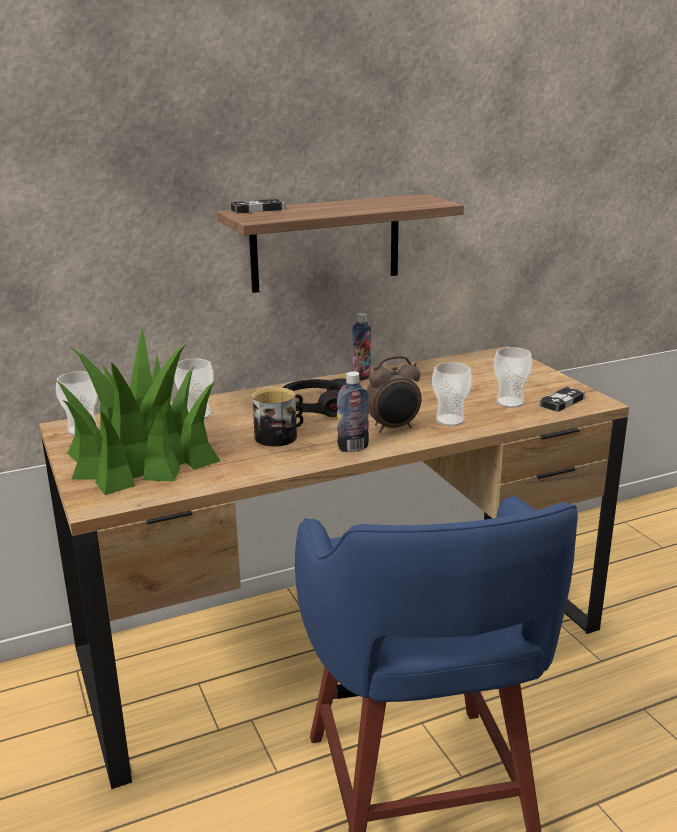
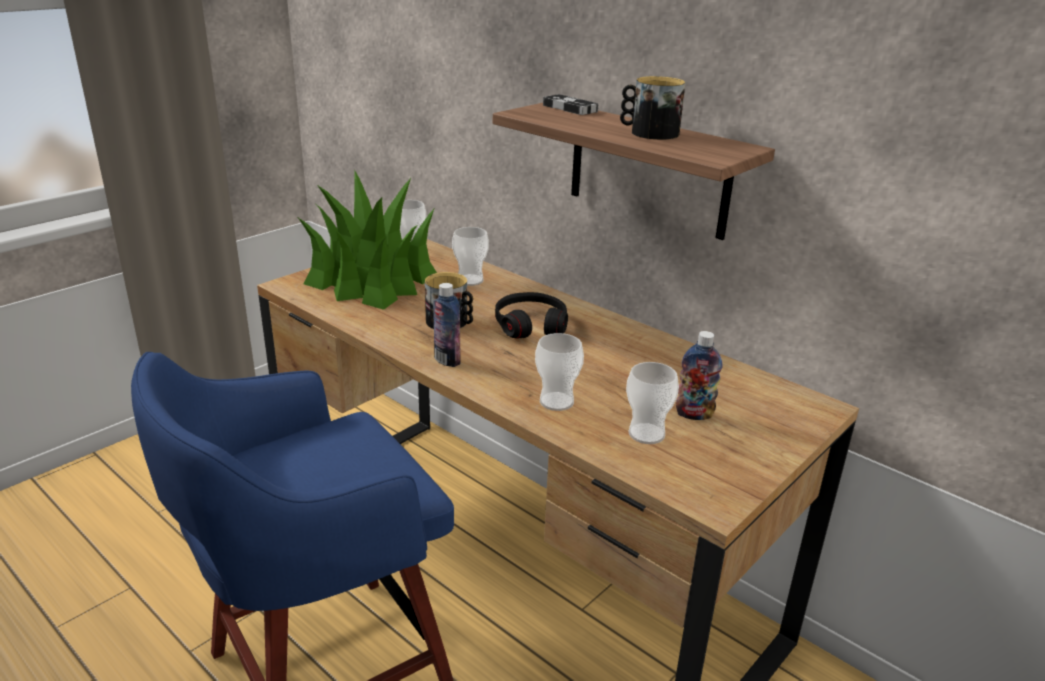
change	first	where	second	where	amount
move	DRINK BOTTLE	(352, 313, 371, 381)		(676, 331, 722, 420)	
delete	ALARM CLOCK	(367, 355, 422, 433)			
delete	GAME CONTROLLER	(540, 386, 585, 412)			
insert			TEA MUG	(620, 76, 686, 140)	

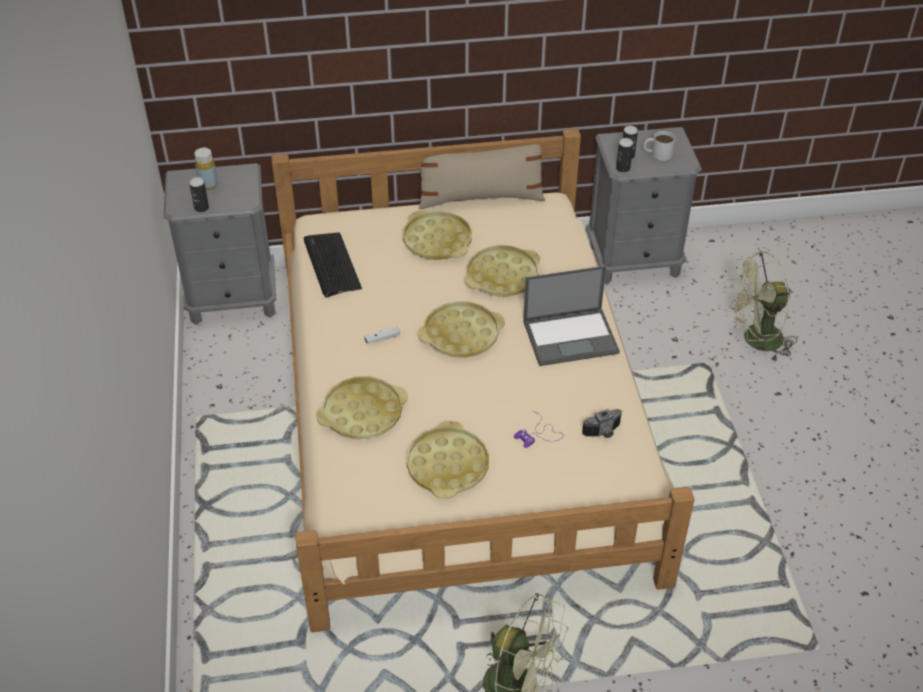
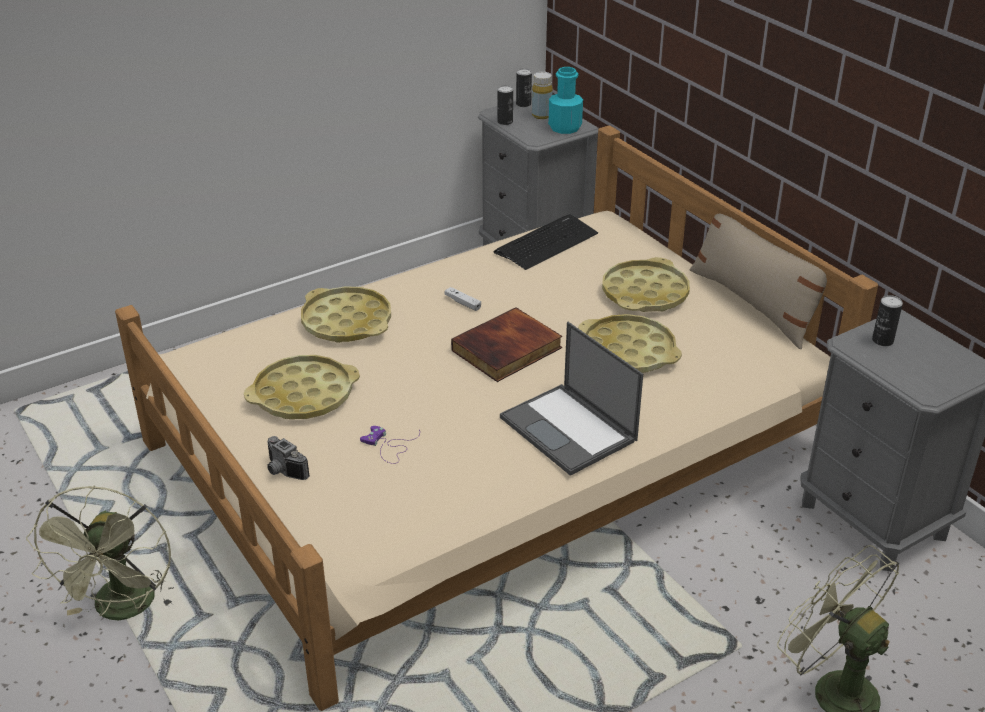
change	first	where	second	where	amount
delete	WHITE TEA MUG	(643, 131, 675, 161)			
move	SEALED CAN	(616, 138, 633, 172)		(516, 68, 532, 107)	
replace	YELLOW CARRYING TRAY	(418, 301, 505, 358)	BOUND BOOK	(451, 307, 562, 382)	
move	PHOTO CAMERA	(582, 409, 622, 438)		(267, 436, 310, 480)	
insert			TURQUOISE-COLOURED DRINK BOTTLE	(548, 67, 583, 134)	

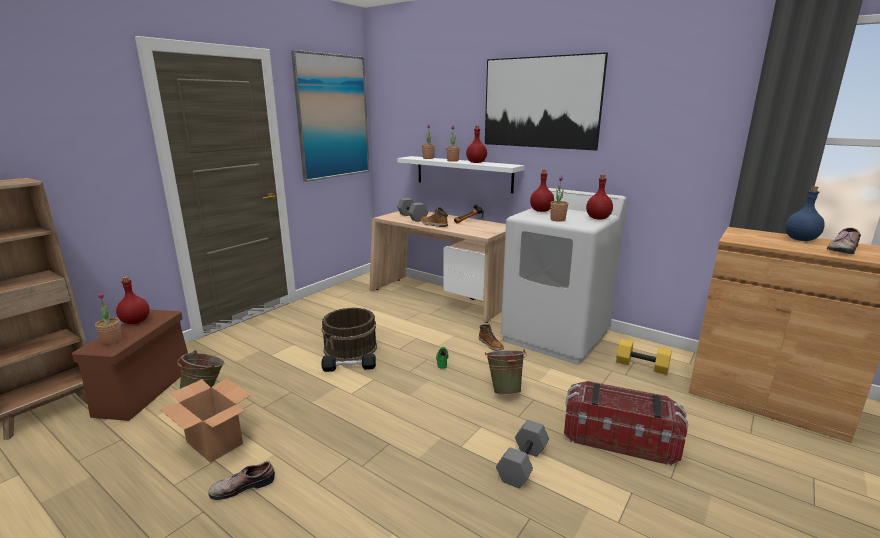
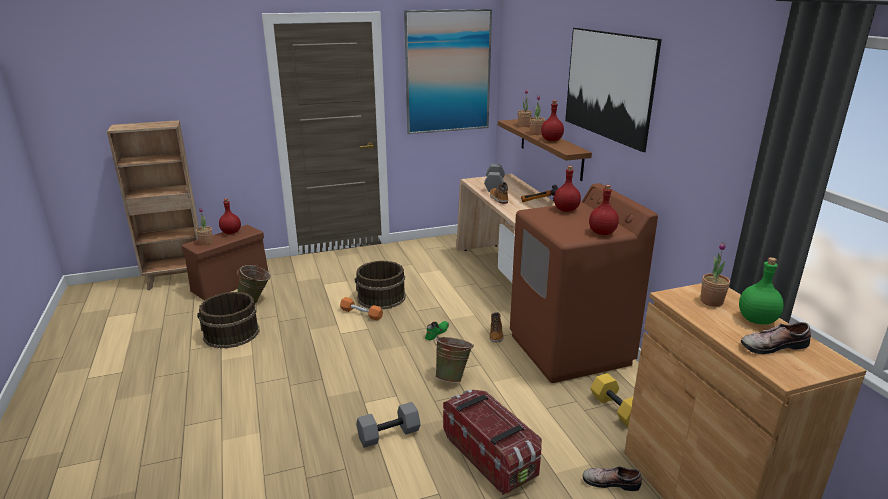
change	first	where	second	where	amount
recolor	WHITE BRACKET SHELF	(397, 156, 525, 193)	BROWNISH BRACKET SHELF	(498, 119, 592, 181)	
move	PLANT IN A POT	(550, 175, 568, 222)		(700, 242, 730, 307)	
recolor	BLUISH DRINK BOTTLE	(785, 186, 825, 241)	GREEN DRINK BOTTLE	(739, 257, 784, 325)	
recolor	WHITE WASHING MACHINE	(501, 188, 627, 365)	BROWNISH WASHING MACHINE	(510, 183, 658, 383)	
recolor	BLACKISH HAND WEIGHT	(322, 353, 376, 372)	ORANGEY HAND WEIGHT	(340, 297, 383, 320)	
replace	PACKING BOX	(161, 378, 252, 463)	BROWNISH PAIL	(197, 292, 259, 348)	
move	SHOE	(208, 461, 275, 500)		(583, 466, 642, 491)	

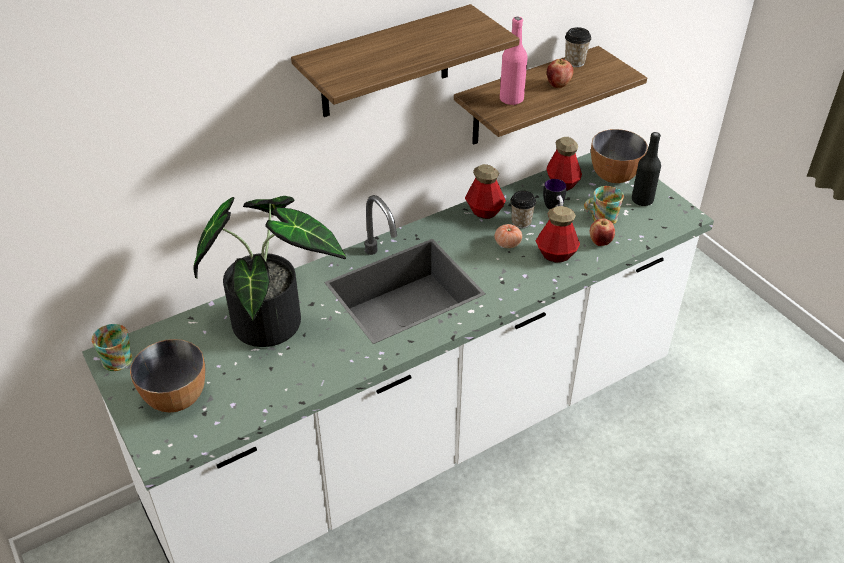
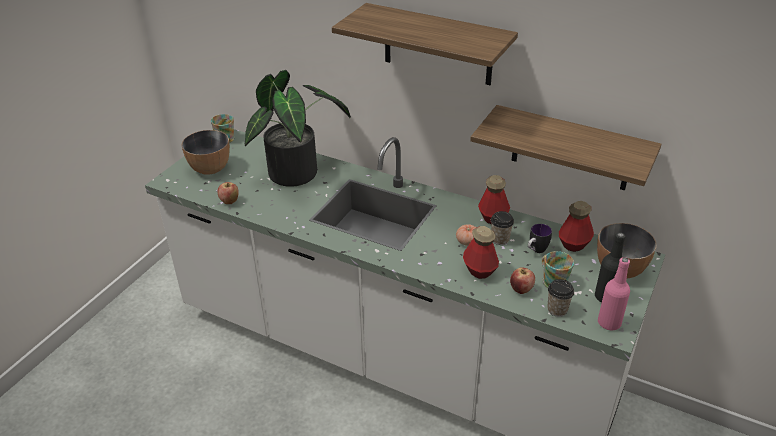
change	first	where	second	where	amount
move	PINK DRINK BOTTLE	(500, 17, 528, 105)		(598, 257, 630, 330)	
move	CUP	(565, 27, 591, 67)		(547, 279, 574, 317)	
move	APPLE	(547, 59, 574, 88)		(217, 182, 239, 204)	

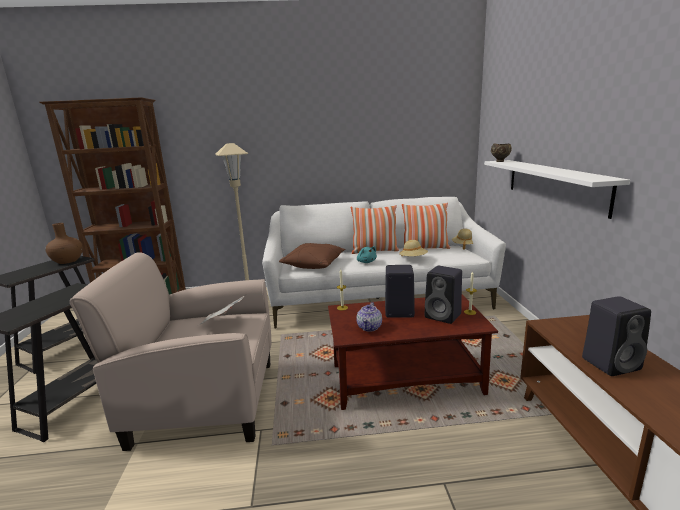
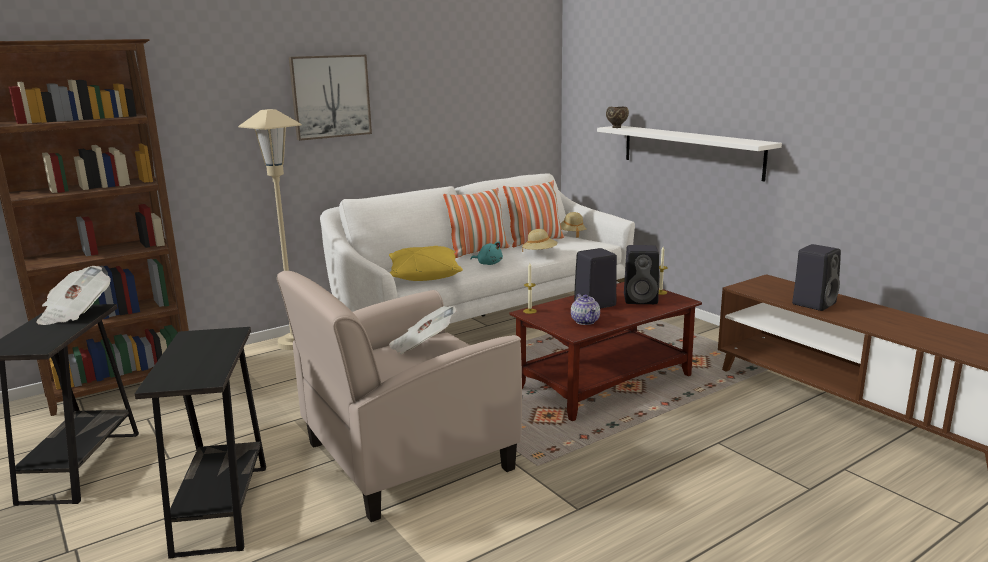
change	first	where	second	where	amount
replace	BROWNISH VASE	(45, 223, 83, 264)	PRINTED PAPER	(36, 266, 111, 325)	
recolor	BROWNISH PILLOW	(279, 243, 346, 269)	YELLOW PILLOW	(389, 246, 463, 281)	
insert			WALL ART	(289, 55, 372, 141)	

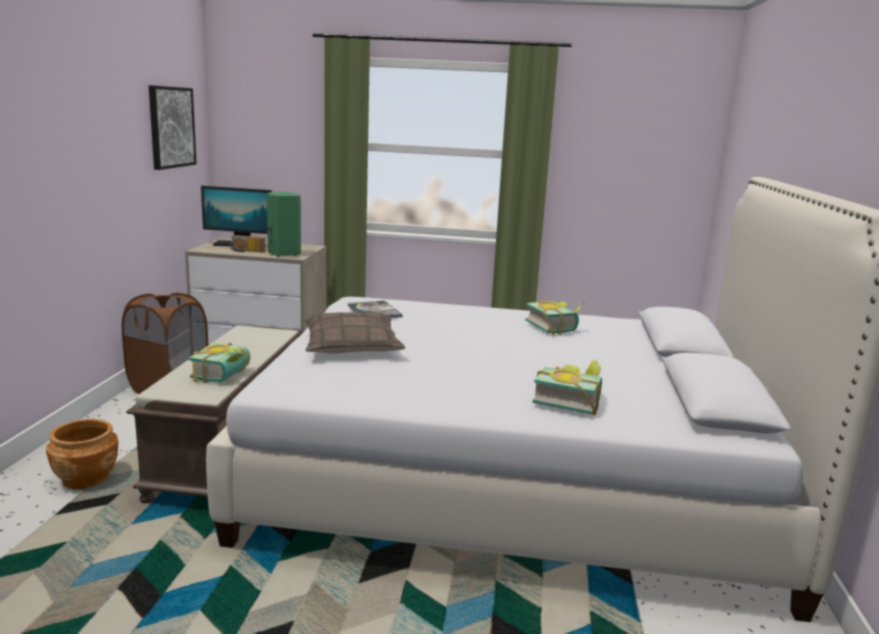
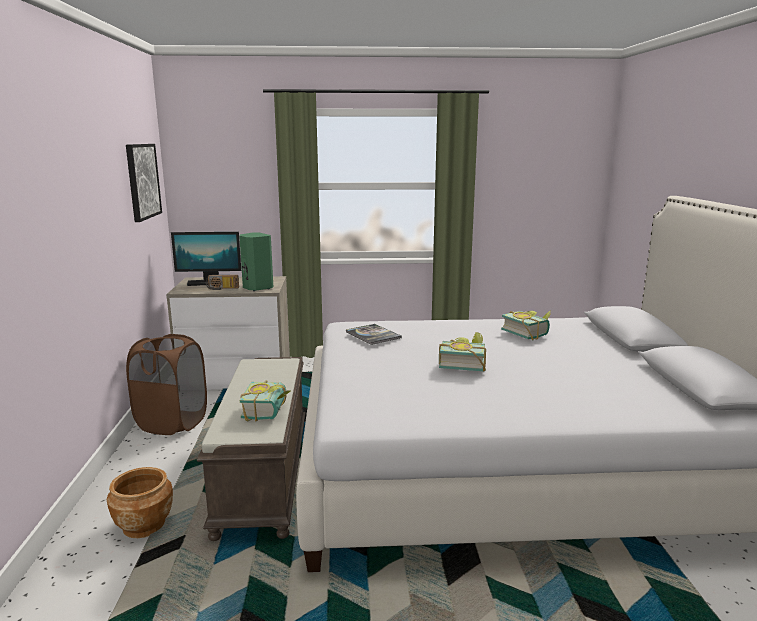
change	first	where	second	where	amount
delete	PILLOW	(303, 312, 405, 354)			
move	BOUND BOOK	(532, 360, 602, 415)		(439, 332, 486, 371)	

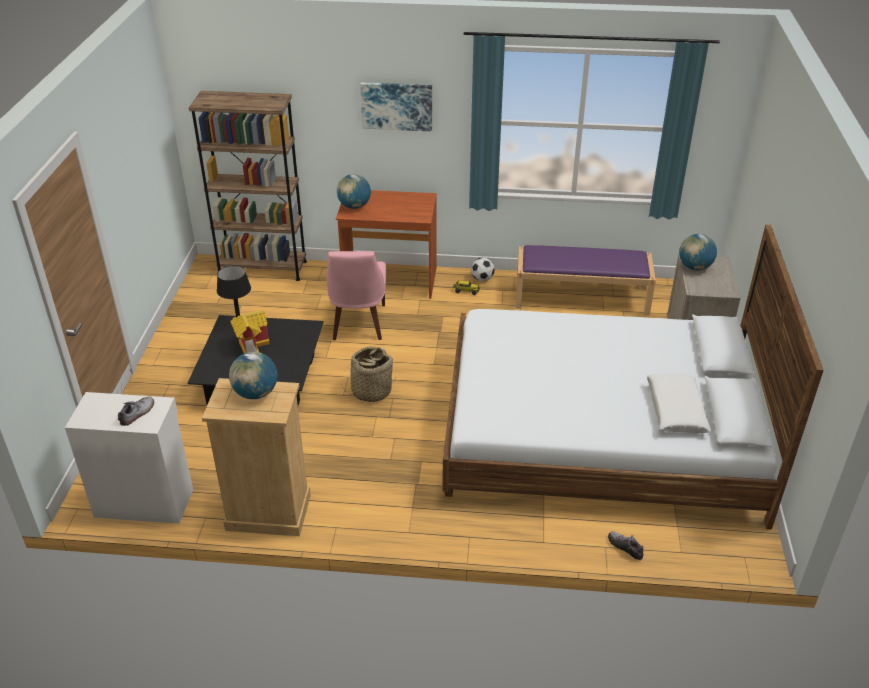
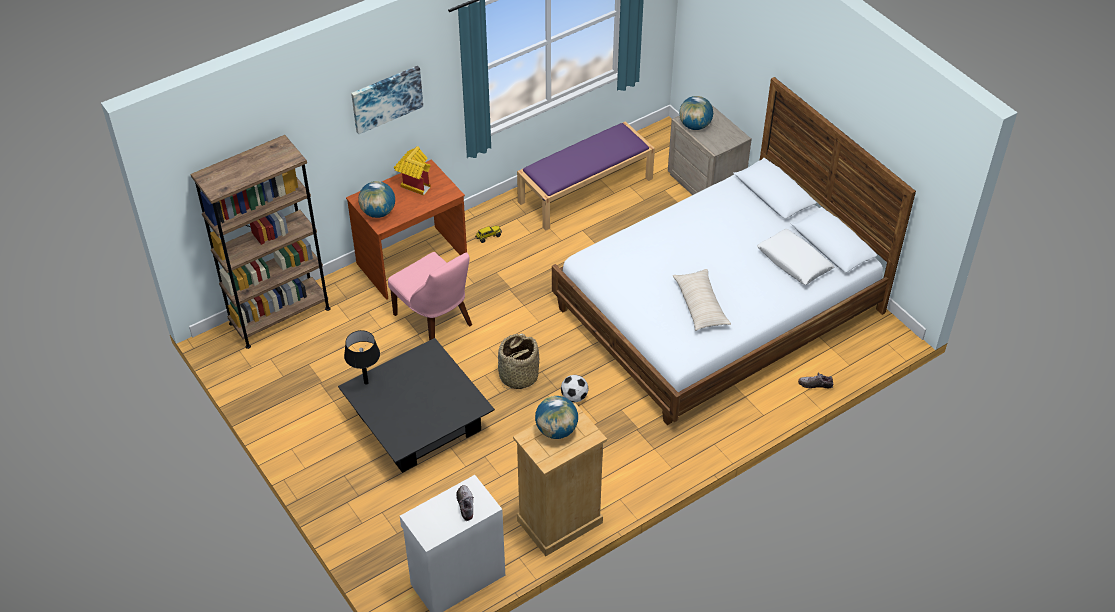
change	first	where	second	where	amount
move	FOOTBALL	(471, 257, 495, 281)		(561, 375, 589, 402)	
move	MODEL HOUSE	(230, 309, 270, 353)		(394, 146, 431, 196)	
insert			SAND-COLOURED PILLOW	(673, 269, 731, 331)	

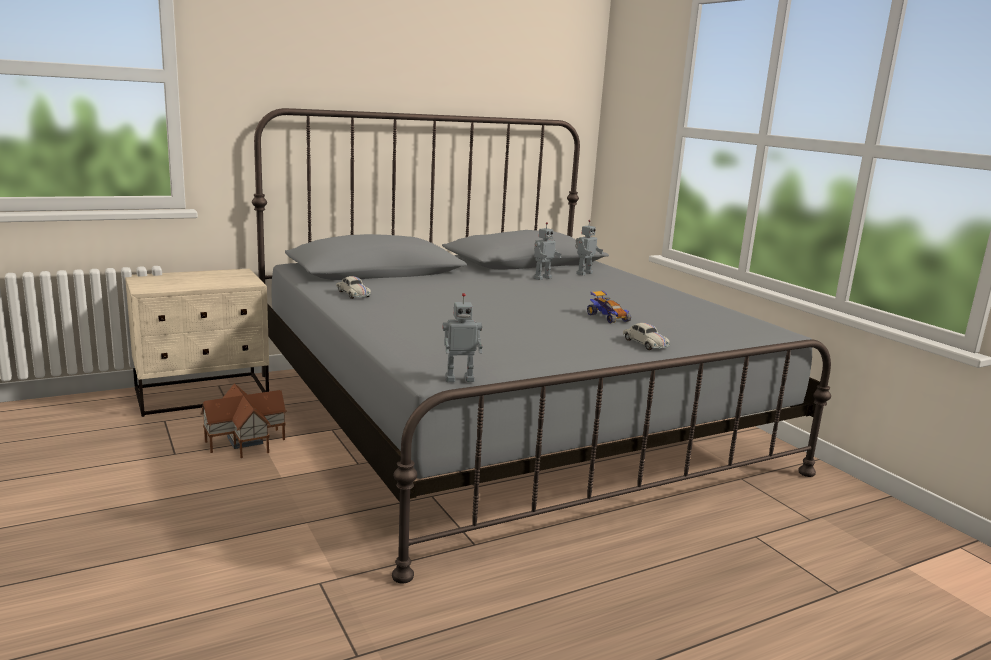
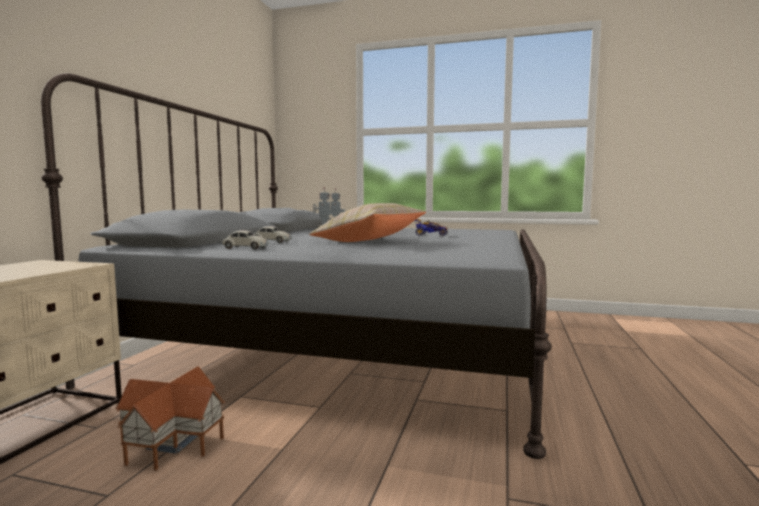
change	first	where	second	where	amount
delete	TOY ROBOT	(442, 293, 483, 382)			
move	WHITE MODEL CAR	(623, 323, 670, 350)		(254, 226, 292, 243)	
insert			SAND-COLOURED PILLOW	(309, 203, 426, 242)	

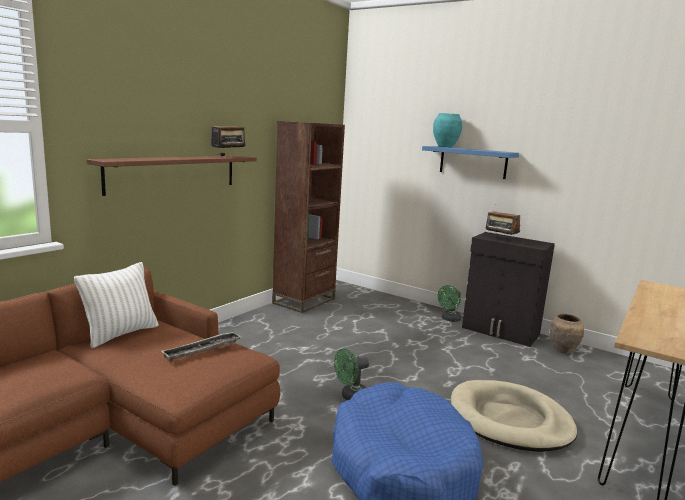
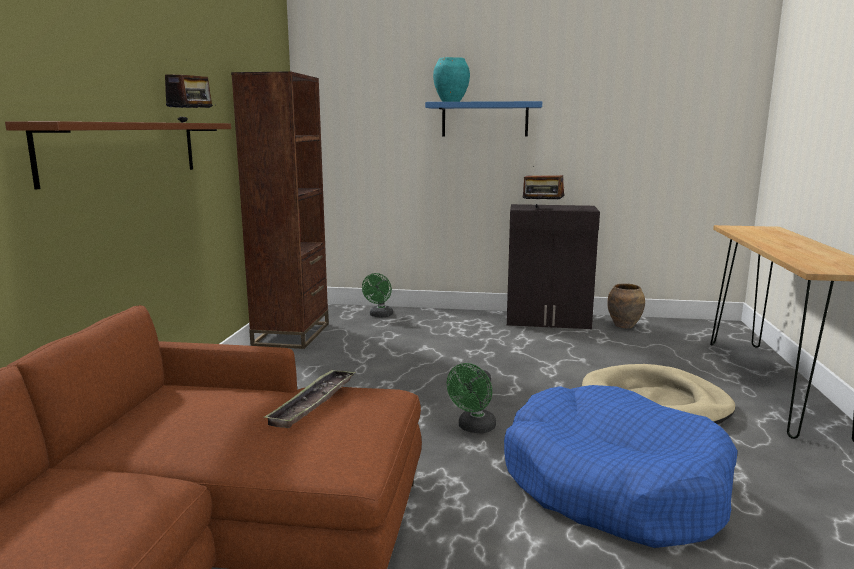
change	first	where	second	where	amount
delete	WHITE PILLOW	(74, 262, 159, 348)			
move	GREEN COOLING FAN	(438, 285, 461, 322)		(362, 273, 393, 317)	

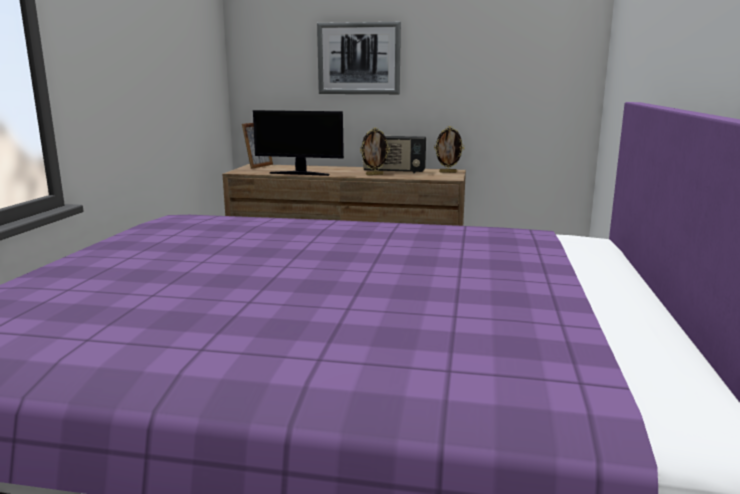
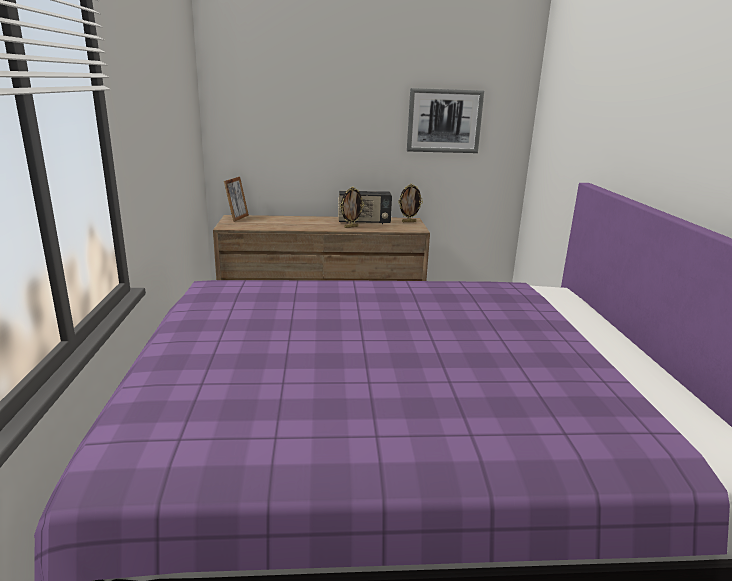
change	first	where	second	where	amount
move	WALL ART	(317, 22, 401, 94)		(407, 88, 484, 153)	
delete	COMPUTER DISPLAY	(253, 110, 344, 176)			

